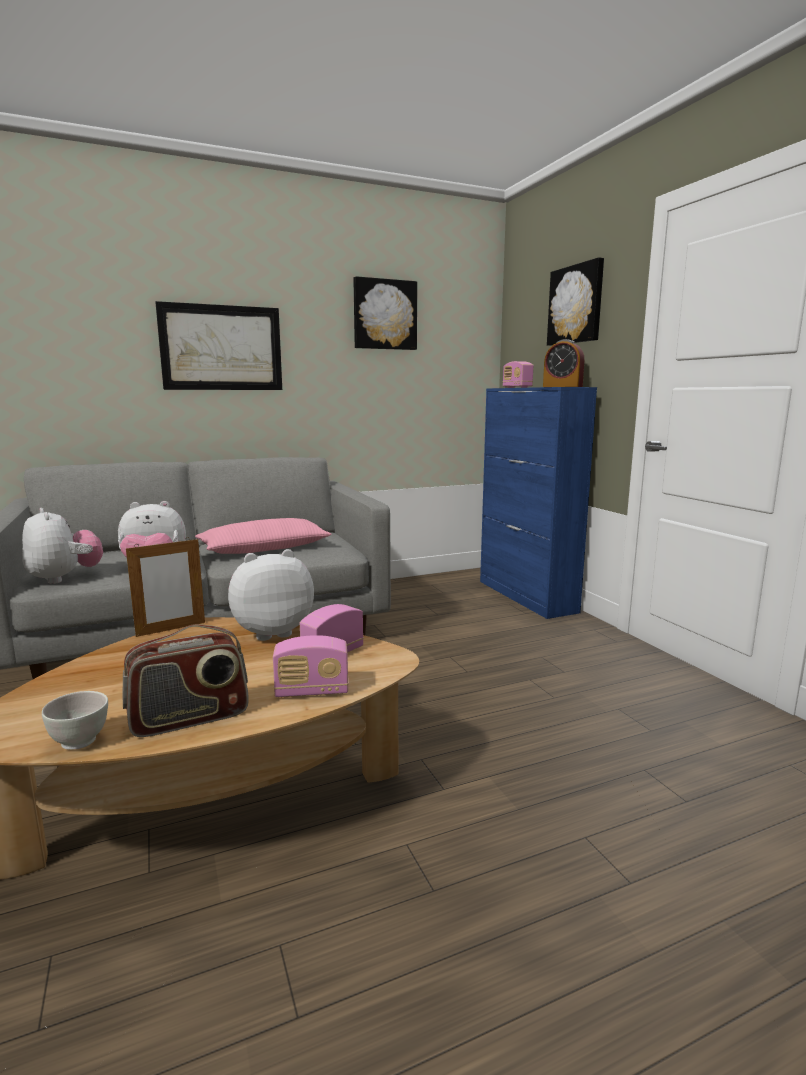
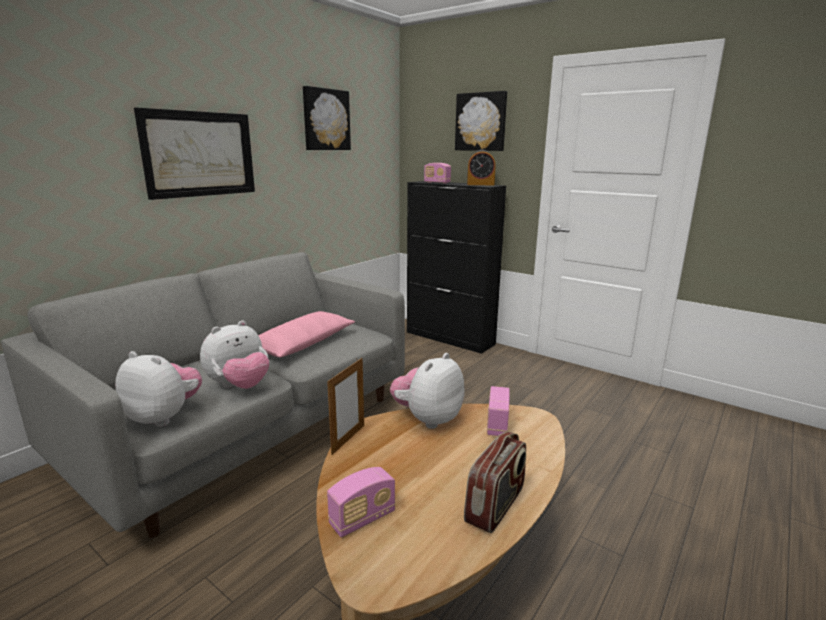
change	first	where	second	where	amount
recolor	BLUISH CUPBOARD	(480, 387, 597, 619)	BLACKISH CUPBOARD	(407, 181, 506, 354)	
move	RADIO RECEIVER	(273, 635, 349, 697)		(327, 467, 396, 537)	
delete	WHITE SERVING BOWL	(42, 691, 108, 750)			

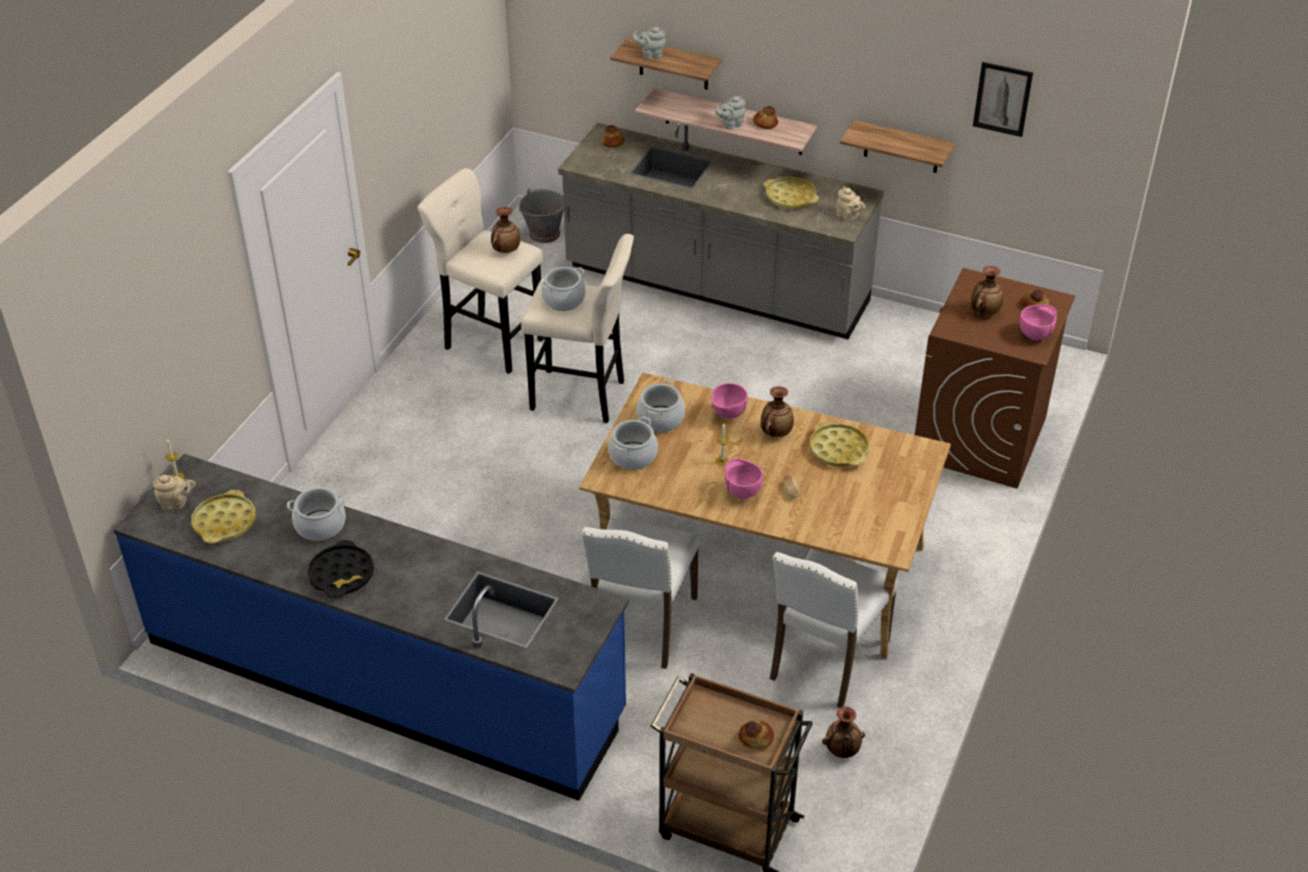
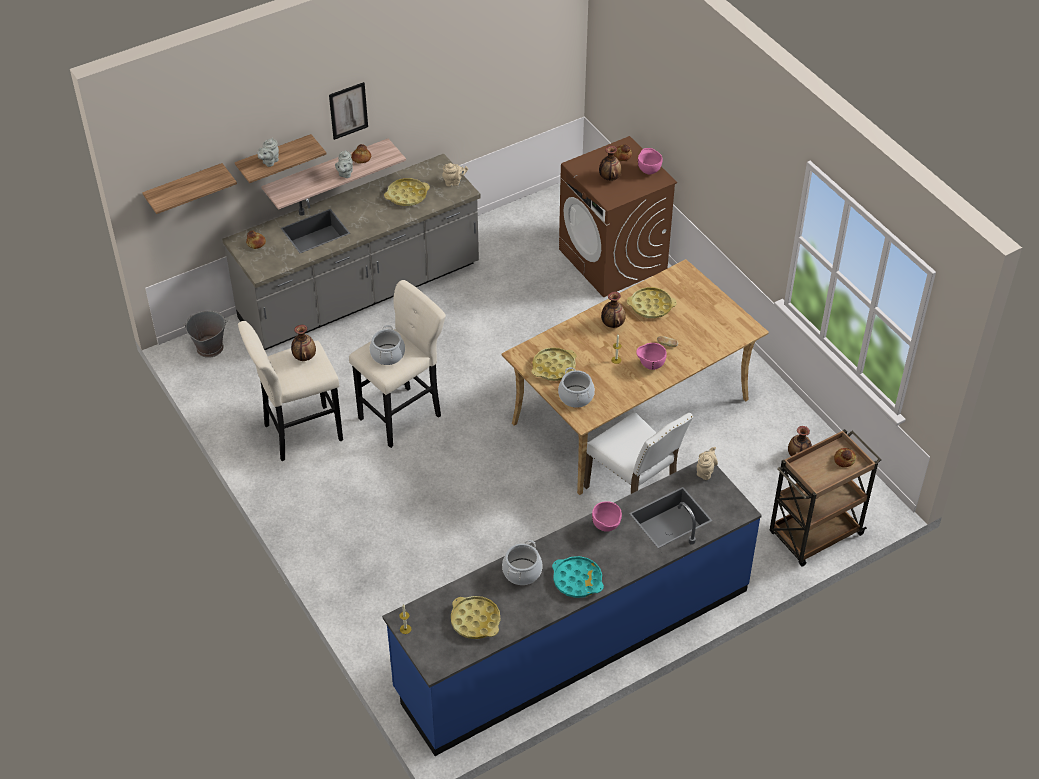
change	first	where	second	where	amount
move	WALL ART	(973, 62, 1033, 137)		(329, 82, 368, 140)	
move	BRACKET SHELF	(840, 120, 955, 173)		(142, 163, 237, 214)	
replace	STOCKPOT	(636, 380, 685, 432)	YELLOW CARRYING TRAY	(532, 347, 576, 381)	
move	PINK SERVING BOWL	(712, 383, 748, 419)		(592, 501, 622, 532)	
move	SAND-COLOURED TEA POT	(153, 475, 196, 511)		(697, 447, 718, 480)	
recolor	BLACKISH CARRYING TRAY	(308, 540, 374, 598)	TURQUOISE-COLOURED CARRYING TRAY	(552, 556, 604, 598)	
delete	WHITE UPRIGHT CHAIR	(770, 549, 899, 708)			

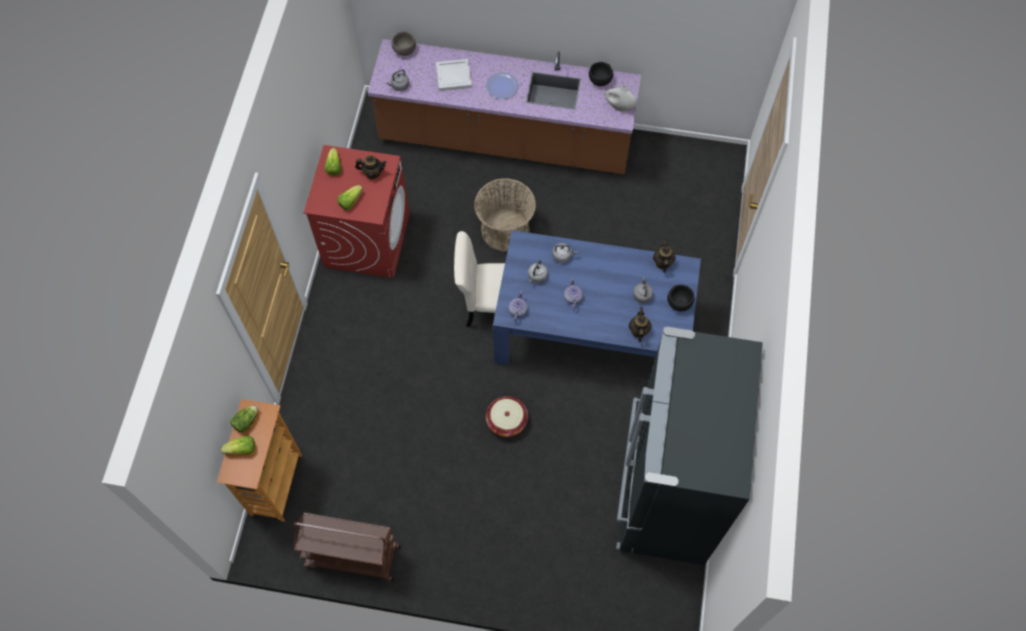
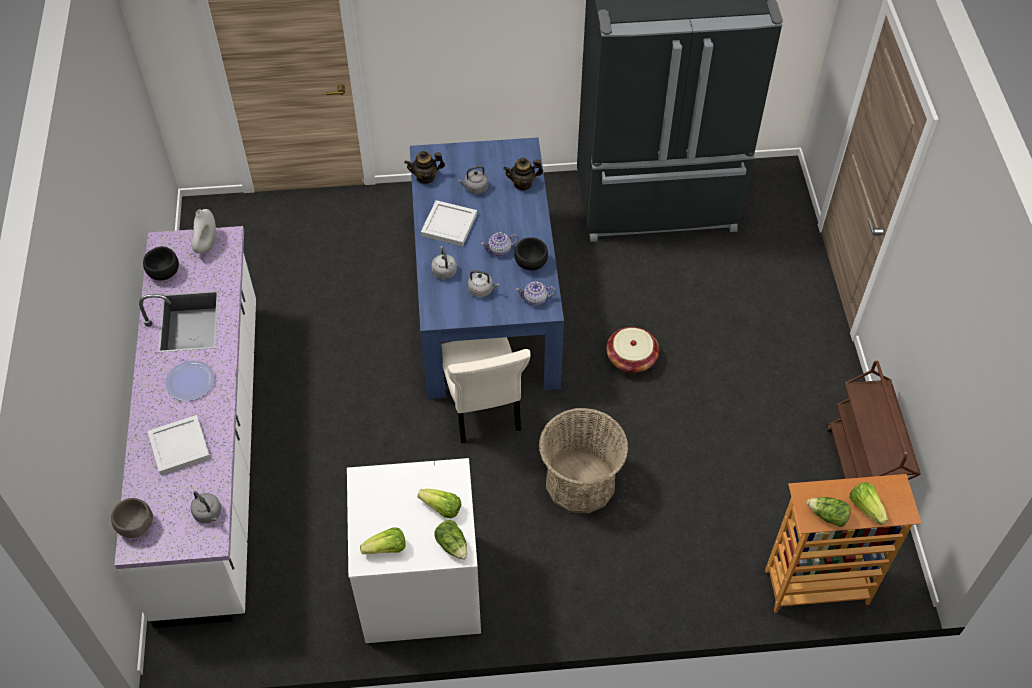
change	first	where	second	where	amount
recolor	BROWNISH COUNTER	(368, 39, 641, 174)	WHITE COUNTER	(114, 226, 256, 628)	
recolor	RED-COLOURED WASHING MACHINE	(304, 145, 410, 278)	WHITE WASHING MACHINE	(347, 458, 481, 643)	
delete	TEA POT	(355, 155, 387, 179)			
move	HOUSEHOLD BASKET	(474, 178, 536, 252)		(539, 408, 629, 514)	
move	BLACKISH SERVING BOWL	(667, 285, 695, 311)		(514, 237, 548, 270)	
insert			WHITE CARRYING TRAY	(421, 200, 477, 246)	
insert			LETTUCE HEAD	(435, 520, 467, 560)	

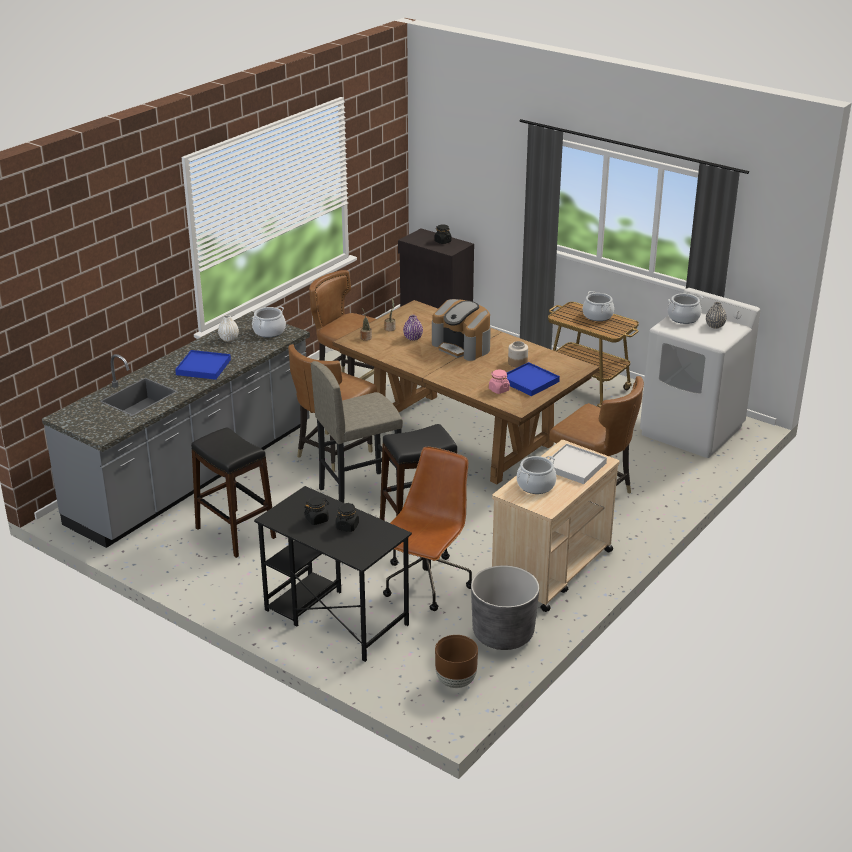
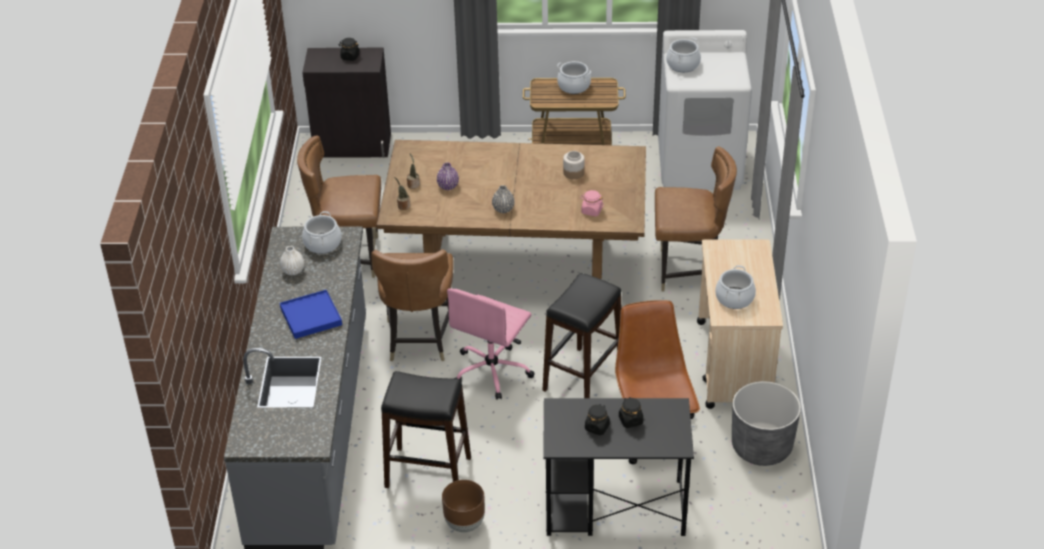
change	first	where	second	where	amount
delete	COFFEE BREWER	(432, 299, 491, 361)			
move	GREYISH VASE	(706, 302, 727, 329)		(492, 185, 515, 213)	
replace	GREYISH STOOL	(311, 361, 403, 503)	PINK COMPUTER CHAIR	(447, 288, 534, 400)	
delete	BLUISH CARRYING TRAY	(507, 362, 560, 396)			
delete	WHITE CARRYING TRAY	(549, 443, 607, 484)			
move	BROWNISH FLOWER POT	(435, 635, 478, 688)		(442, 480, 485, 532)	

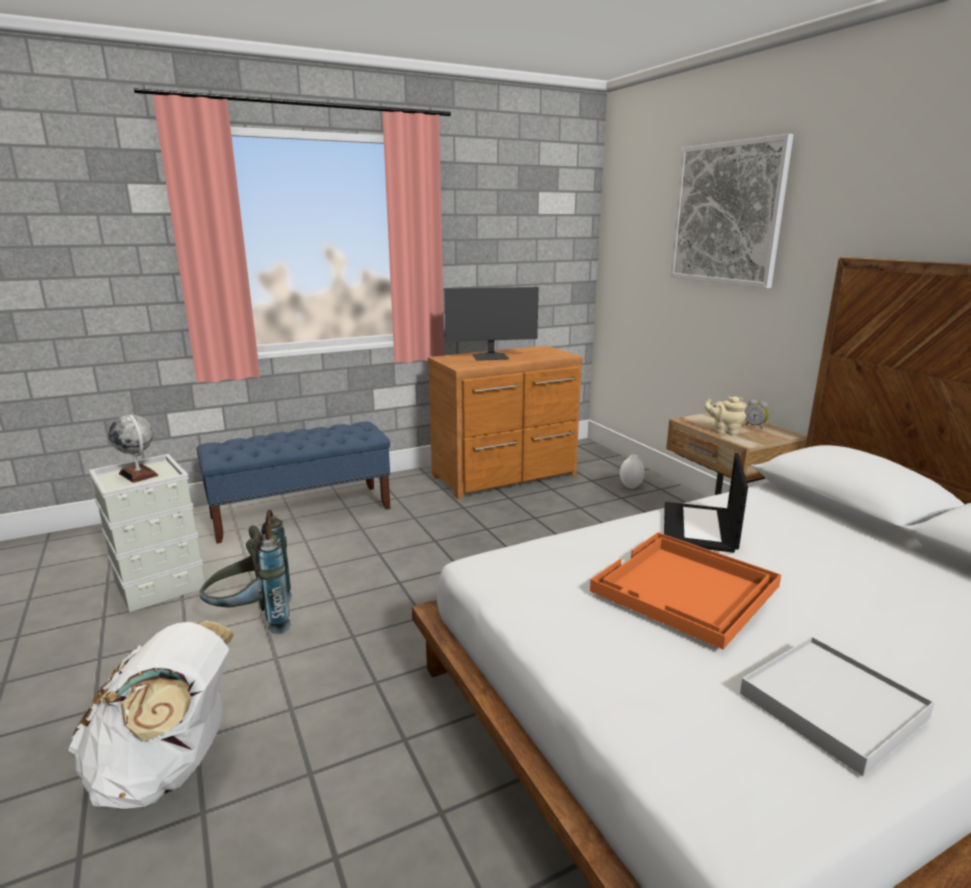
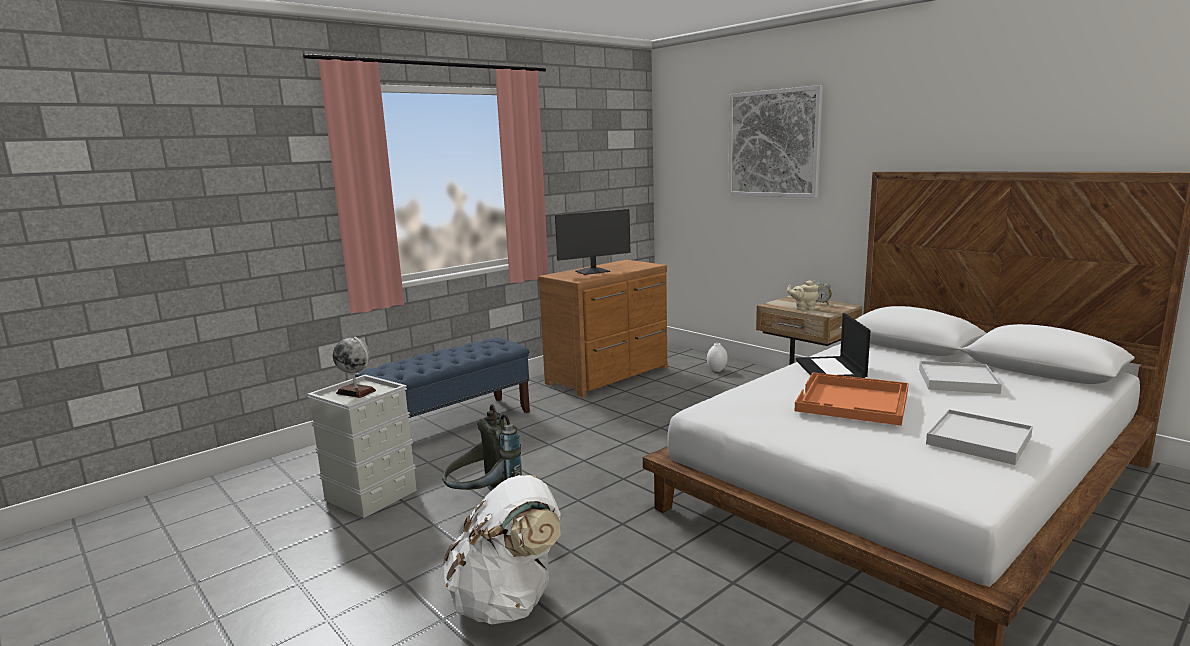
change	first	where	second	where	amount
insert			WHITE CARRYING TRAY	(919, 361, 1002, 394)	

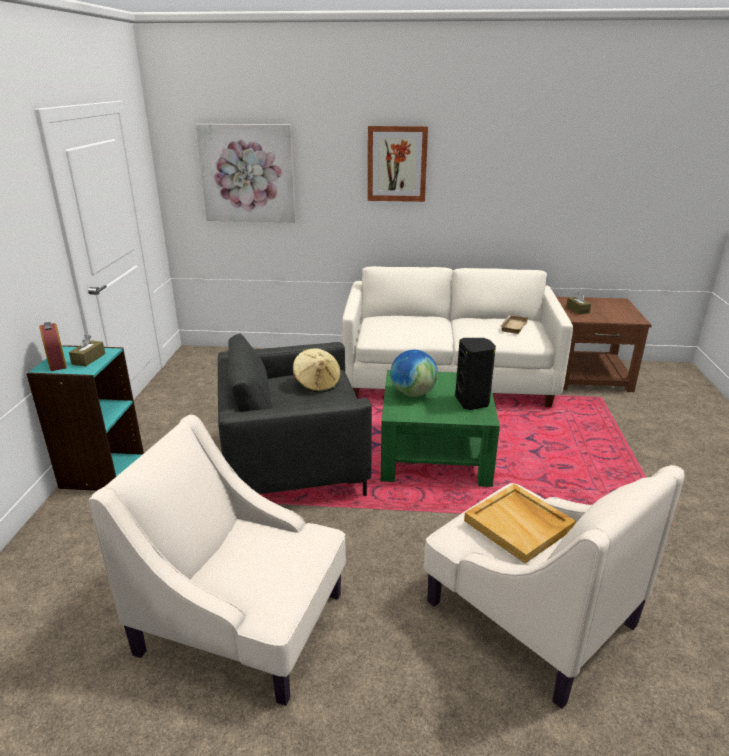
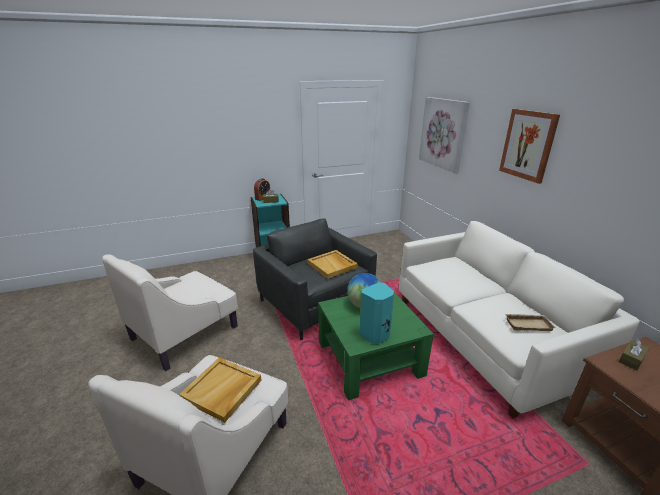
change	first	where	second	where	amount
recolor	BLACKISH AUDIO SPEAKER	(455, 338, 496, 410)	TURQUOISE-COLOURED AUDIO SPEAKER	(360, 282, 394, 344)	
replace	SAND-COLOURED CLOTHING HAT	(293, 349, 341, 392)	SAND-COLOURED CARRYING TRAY	(307, 250, 358, 279)	
rotate	SAND-COLOURED ARMCHAIR	(89, 414, 346, 706)		(102, 254, 238, 371)	135 degrees counterclockwise

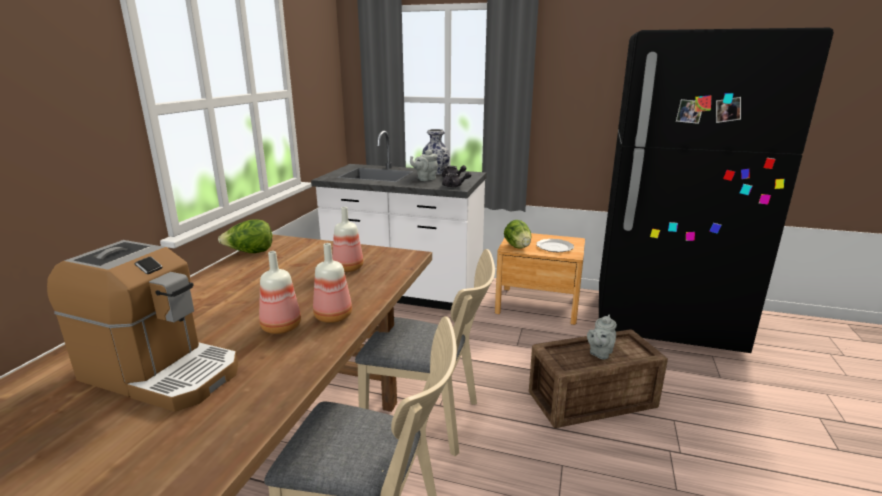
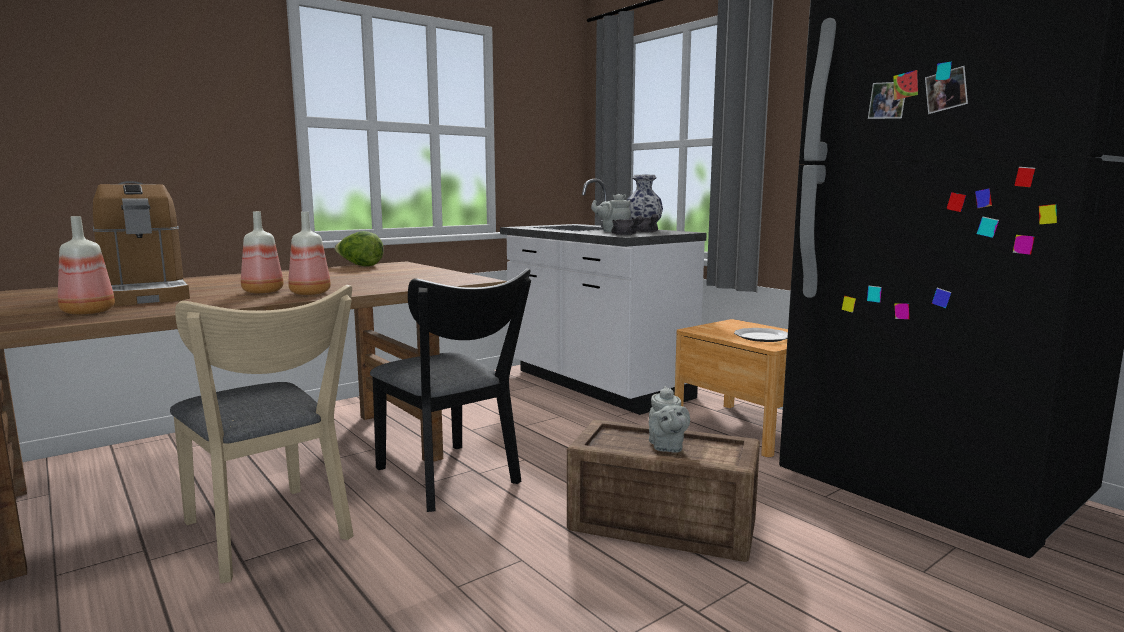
change	first	where	second	where	amount
move	DRINK BOTTLE	(332, 207, 364, 272)		(58, 216, 115, 315)	
delete	LETTUCE HEAD	(504, 220, 531, 249)			
recolor	SAND-COLOURED UPRIGHT CHAIR	(355, 249, 495, 457)	BLACKISH UPRIGHT CHAIR	(370, 268, 531, 512)	
rotate	GREYISH TEA POT	(587, 315, 617, 359)		(649, 386, 690, 453)	75 degrees counterclockwise

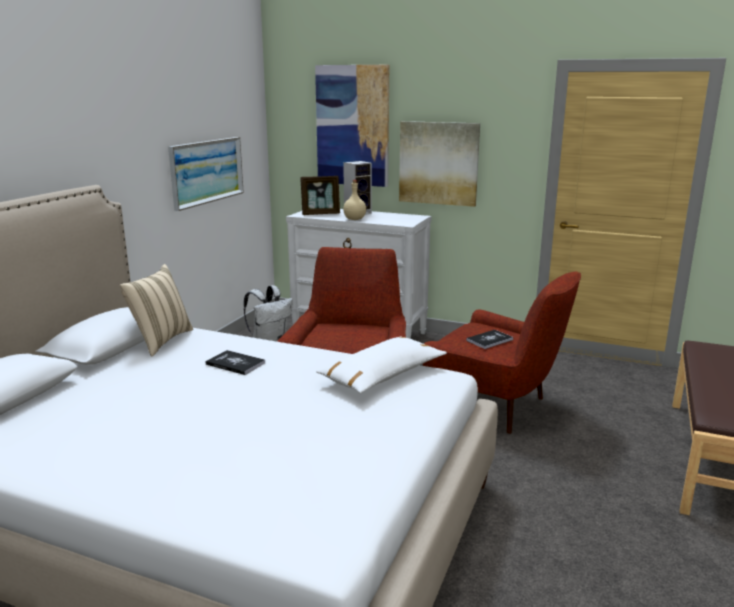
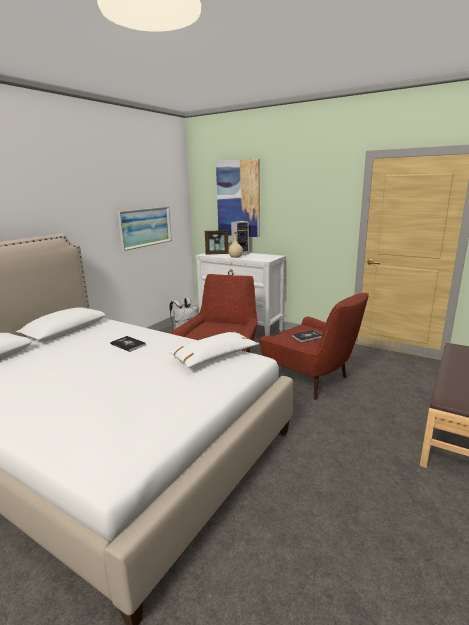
change	first	where	second	where	amount
delete	WALL ART	(399, 121, 480, 207)			
delete	SAND-COLOURED PILLOW	(120, 264, 193, 357)			

